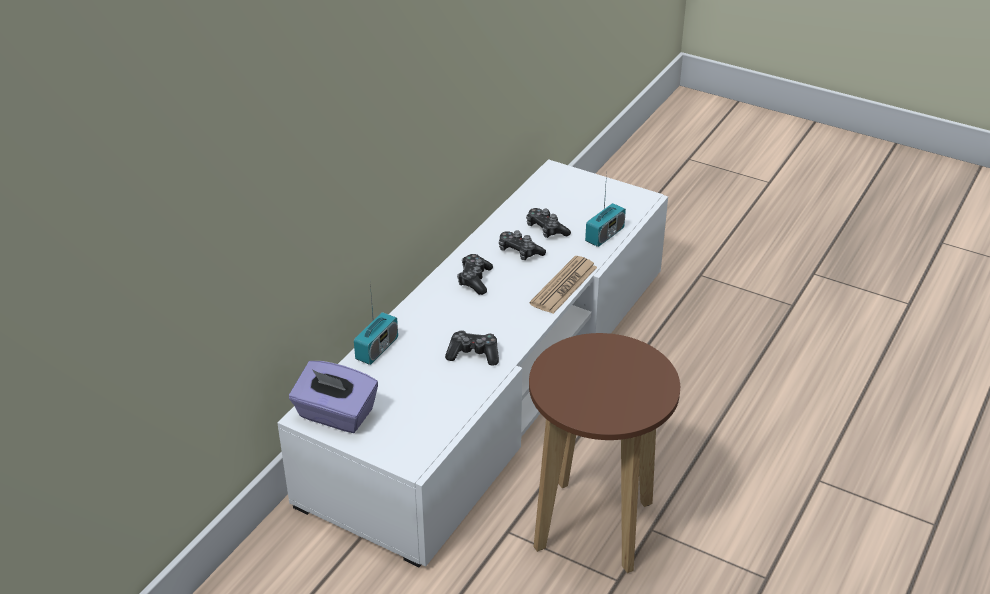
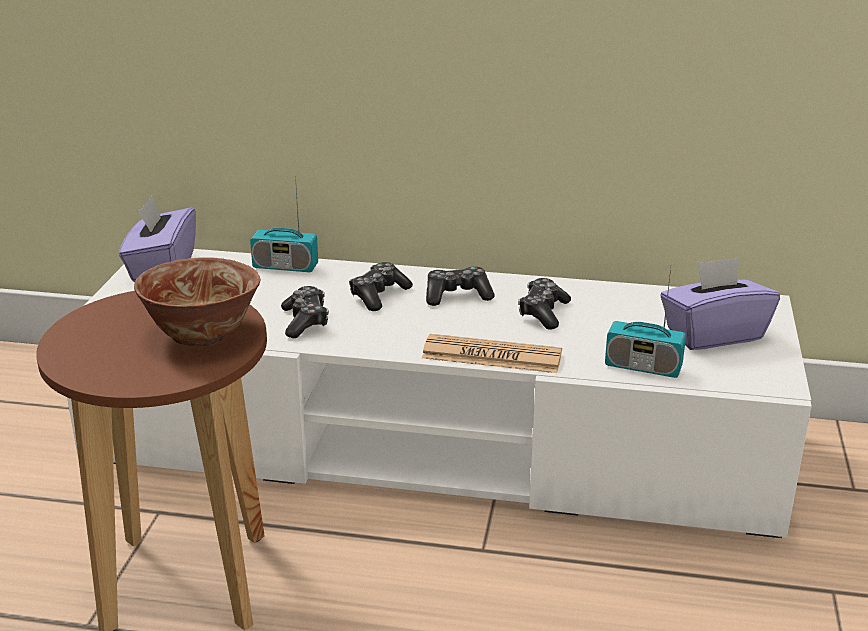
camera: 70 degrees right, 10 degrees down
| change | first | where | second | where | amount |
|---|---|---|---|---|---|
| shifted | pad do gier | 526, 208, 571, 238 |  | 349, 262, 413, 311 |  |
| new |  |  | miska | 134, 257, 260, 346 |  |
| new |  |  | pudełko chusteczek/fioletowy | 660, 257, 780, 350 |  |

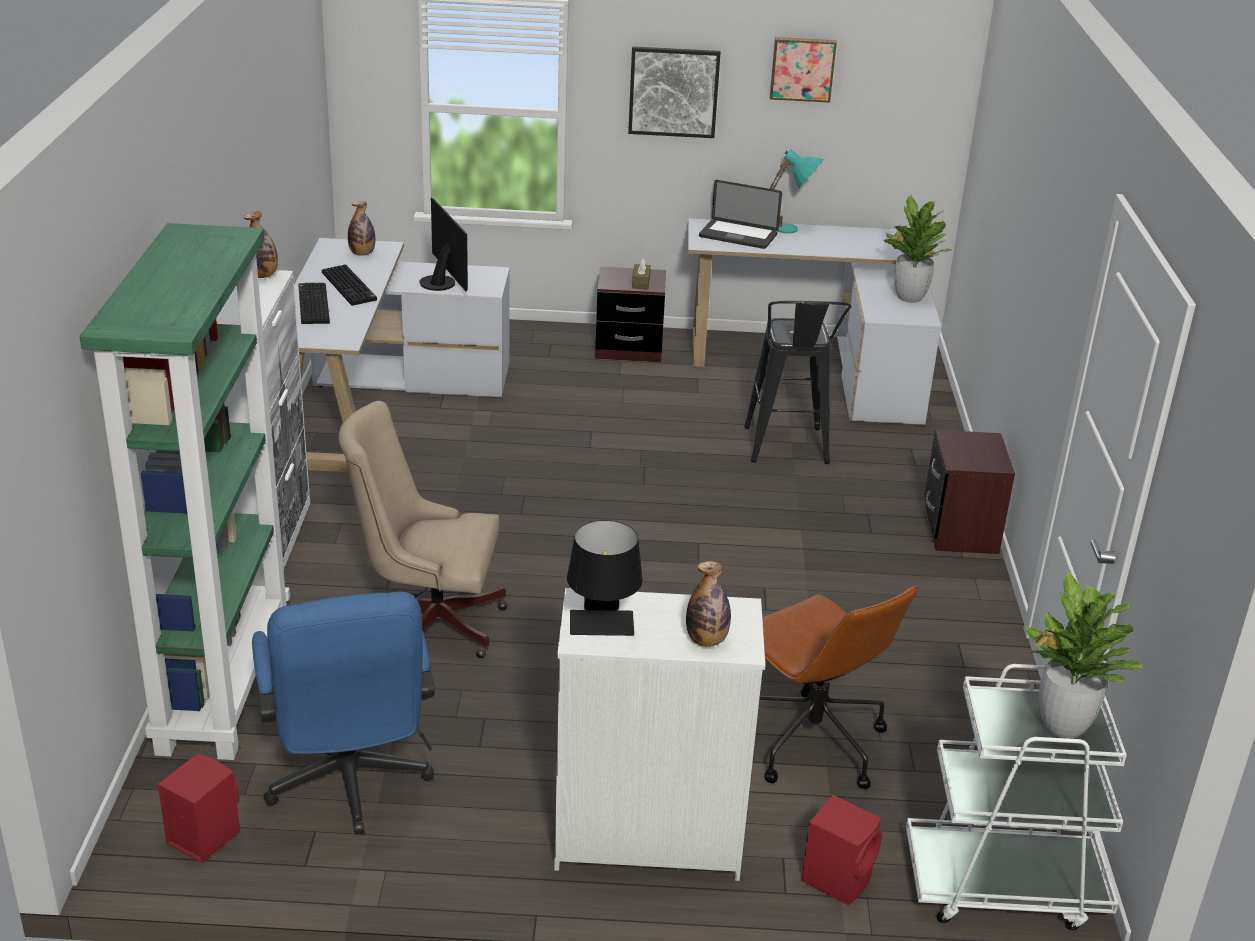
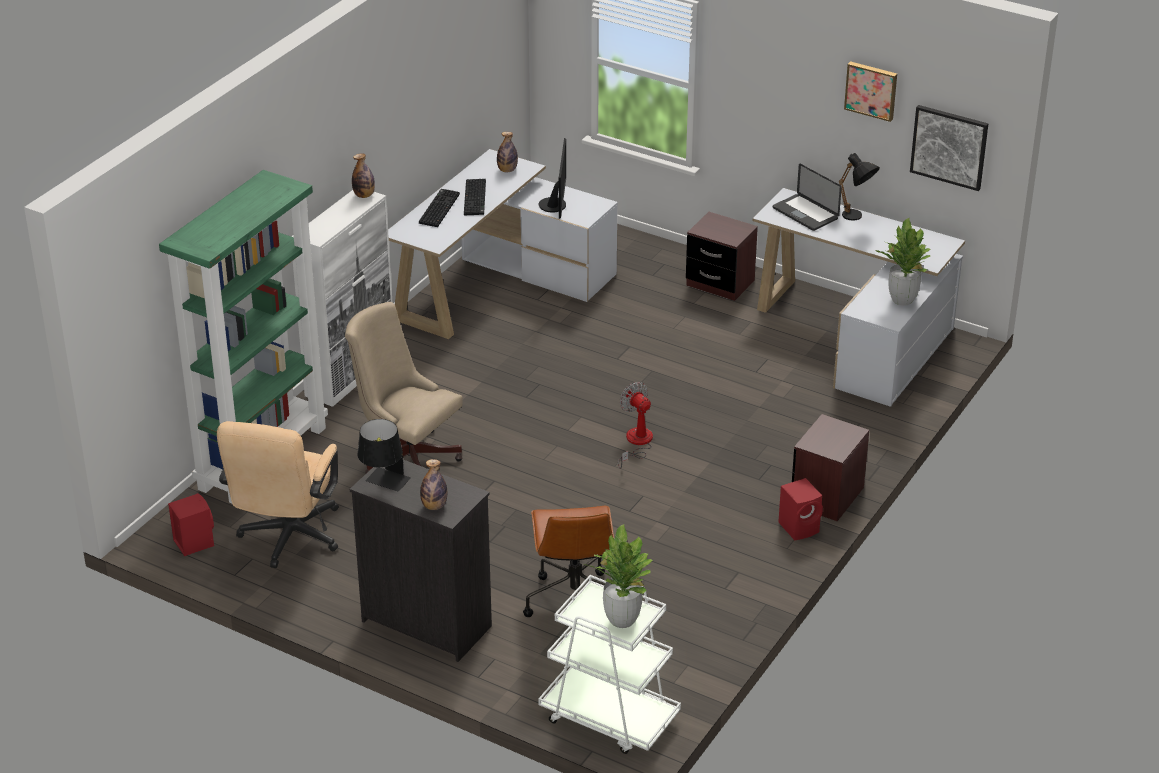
camera: 30 degrees right, 5 degrees up
| change | first | where | second | where | amount |
|---|---|---|---|---|---|
| shifted | obraz | 628, 46, 720, 138 |  | 910, 105, 988, 191 |  |
| repainted | lampa stołowa/turkusowy | 769, 149, 823, 234 | lampa stołowa/czarny | 839, 153, 880, 221 |  |
| gone | pudełko chusteczek/brązowy | 632, 258, 651, 290 |  |  |  |
| gone | stołek/czarny | 744, 301, 852, 464 |  |  |  |
| repainted | komoda/biały | 554, 588, 765, 881 | komoda/czarny | 350, 460, 492, 662 |  |
| repainted | krzesło biurowe/niebieski | 252, 592, 435, 834 | krzesło biurowe/beżowy | 217, 421, 339, 568 |  |
| shifted | głośnik/czerwony | 801, 795, 882, 905 |  | 778, 478, 823, 541 |  |
| new |  |  | wentylator | 618, 382, 653, 469 |  |

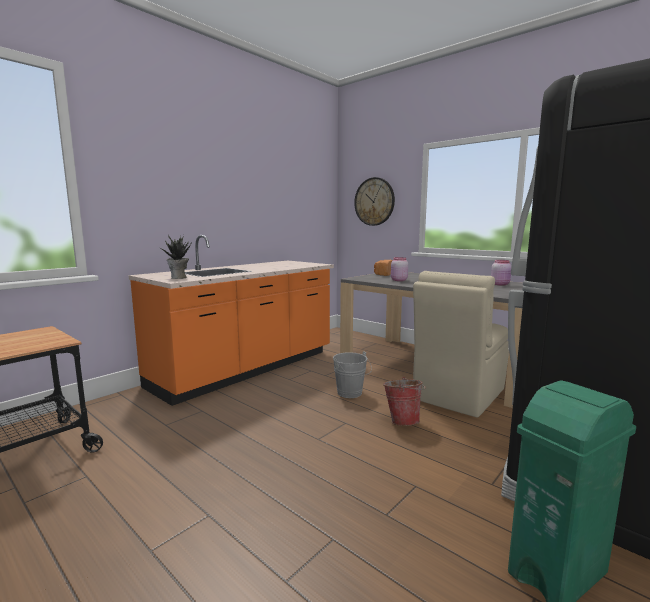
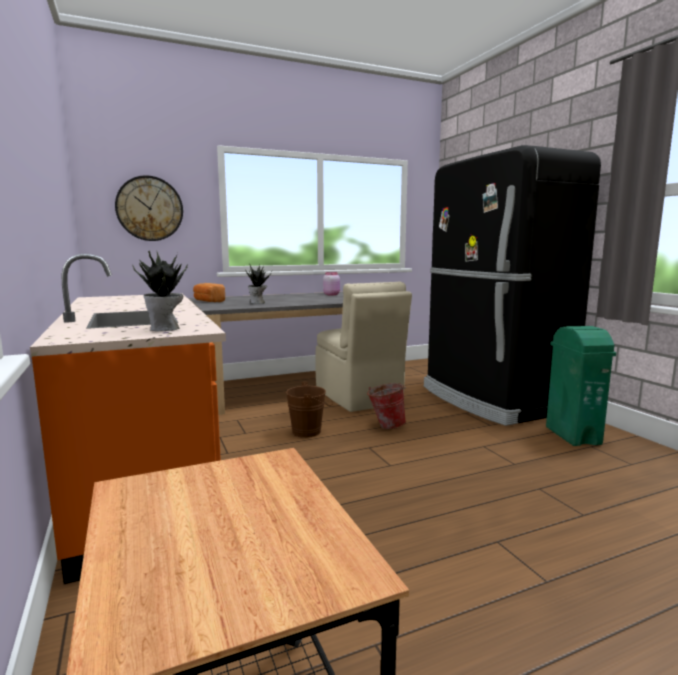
camera: 65 degrees left, 0 degrees up
| change | first | where | second | where | amount |
|---|---|---|---|---|---|
| swapped | słoik/różowy | 391, 257, 408, 281 | roślina doniczkowa | 245, 264, 272, 304 |  |
| repainted | wiadro/szary | 333, 351, 372, 398 | wiadro/brązowy | 286, 382, 333, 438 |  |

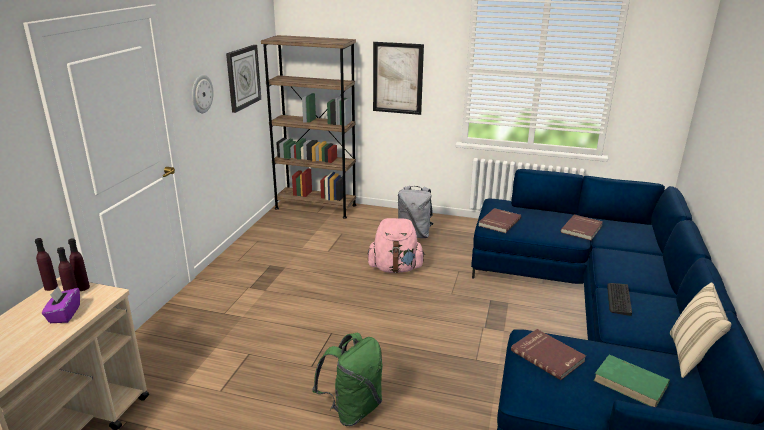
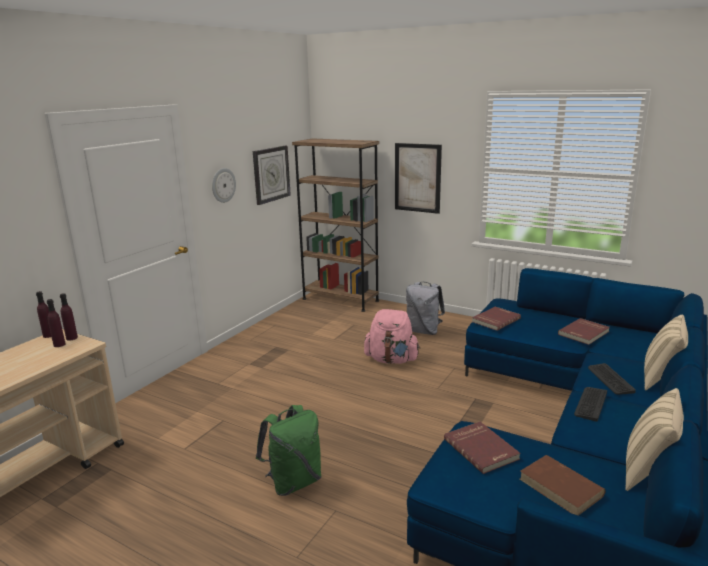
camera: 15 degrees right, 5 degrees down
| change | first | where | second | where | amount |
|---|---|---|---|---|---|
| gone | pudełko chusteczek/fioletowy | 42, 286, 80, 323 |  |  |  |
| repainted | książka/zielony | 593, 355, 670, 407 | książka/brązowy | 519, 455, 606, 516 |  |
| new |  |  | poduszka/beżowy | 644, 315, 688, 391 |  |
| new |  |  | klawiatura | 588, 363, 636, 395 |  |

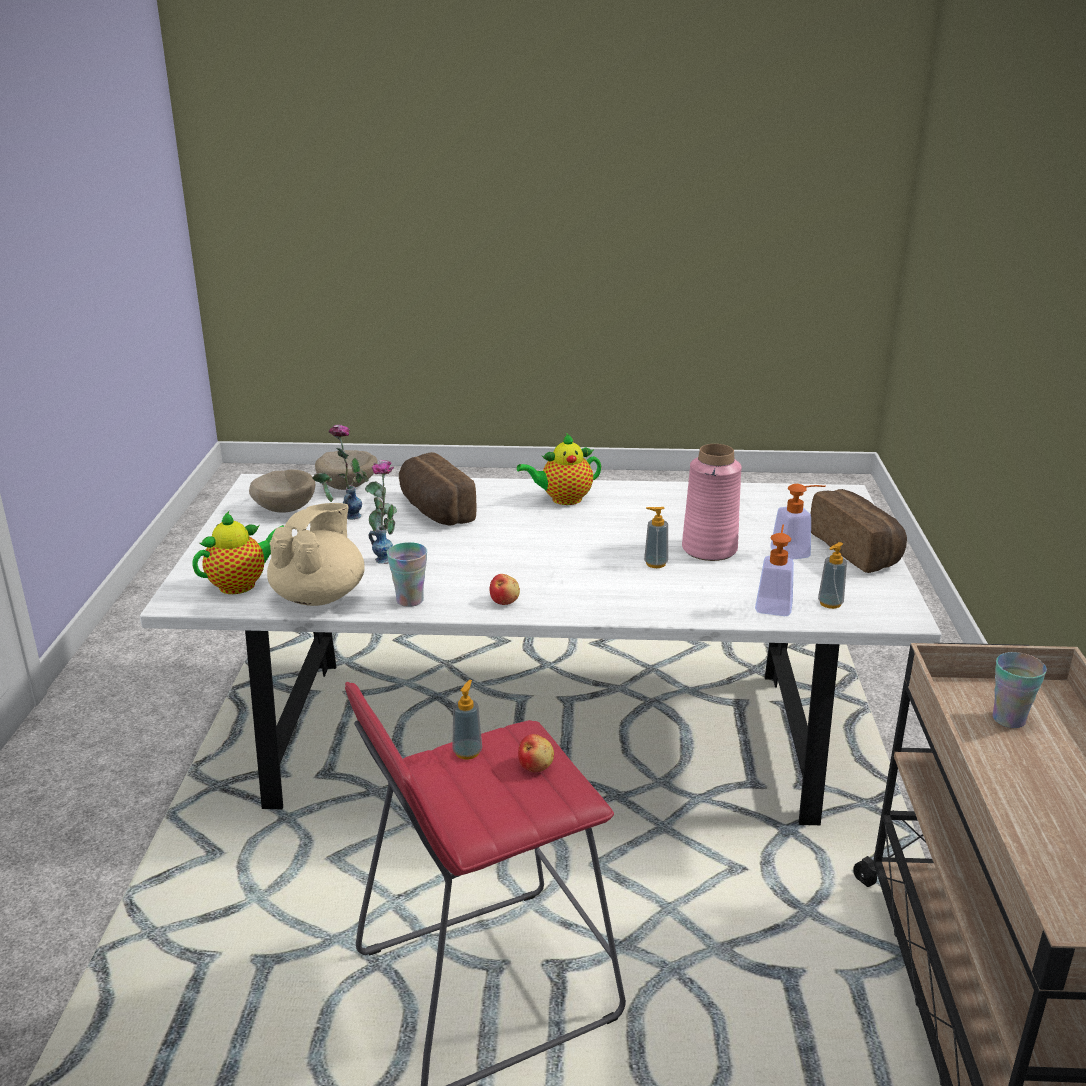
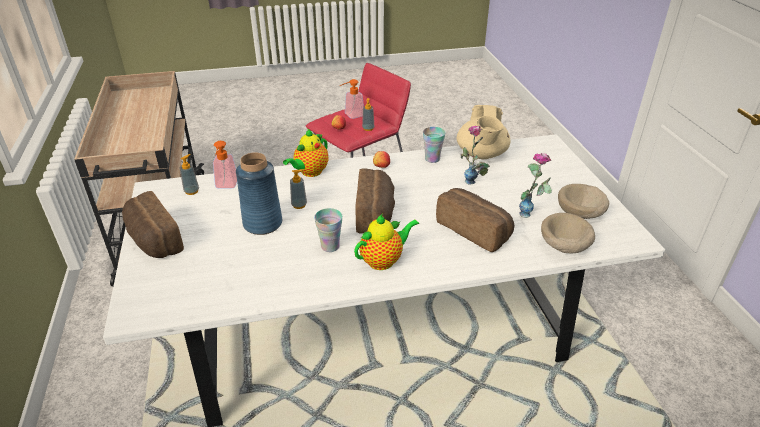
camera: 165 degrees right, 10 degrees up
| change | first | where | second | where | amount |
|---|---|---|---|---|---|
| repainted | wazon/różowy | 682, 444, 742, 561 | wazon/niebieski | 236, 153, 282, 235 |  |
| shifted | dozownik mydła | 770, 484, 826, 560 |  | 340, 79, 364, 119 |  |
| shifted | imbryk | 192, 511, 284, 594 |  | 283, 129, 329, 177 |  |
| shifted | filiżanka | 992, 652, 1047, 728 |  | 314, 208, 342, 252 |  |
| new |  |  | chleb | 355, 169, 395, 233 |  |

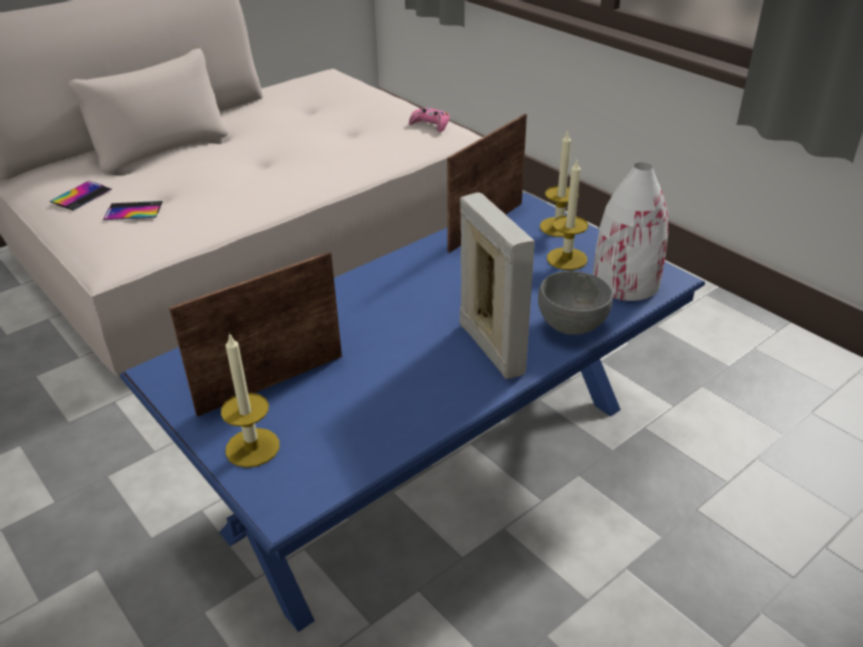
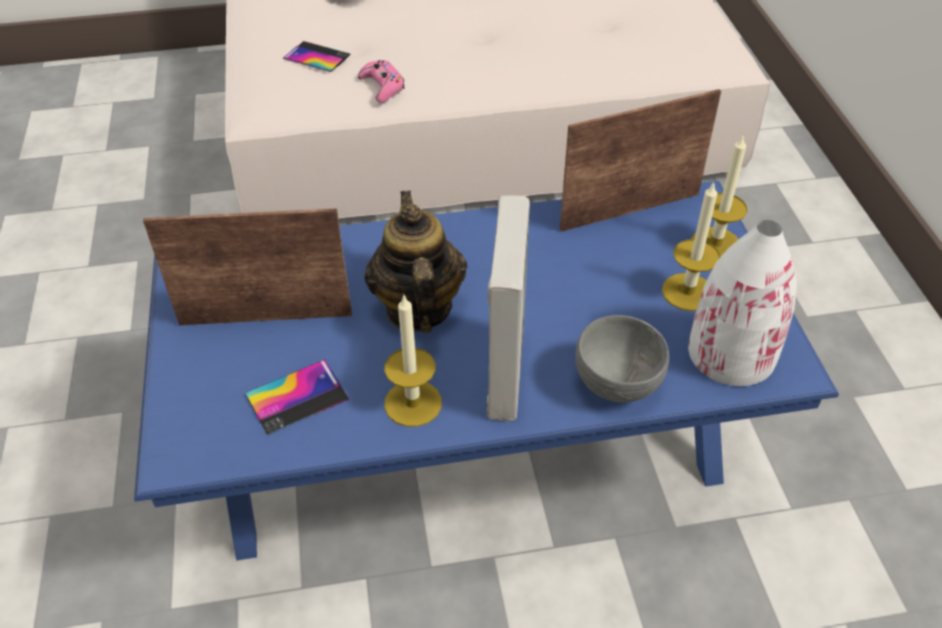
camera: 30 degrees right, 10 degrees up
| change | first | where | second | where | amount |
|---|---|---|---|---|---|
| shifted | pad do gier/różowy | 409, 107, 449, 132 |  | 358, 60, 405, 103 |  |
| shifted | telefon | 50, 181, 112, 210 |  | 246, 359, 349, 436 |  |
| shifted | świeca | 221, 332, 279, 468 |  | 384, 294, 442, 427 |  |
| new |  |  | imbryk | 365, 190, 467, 333 |  |

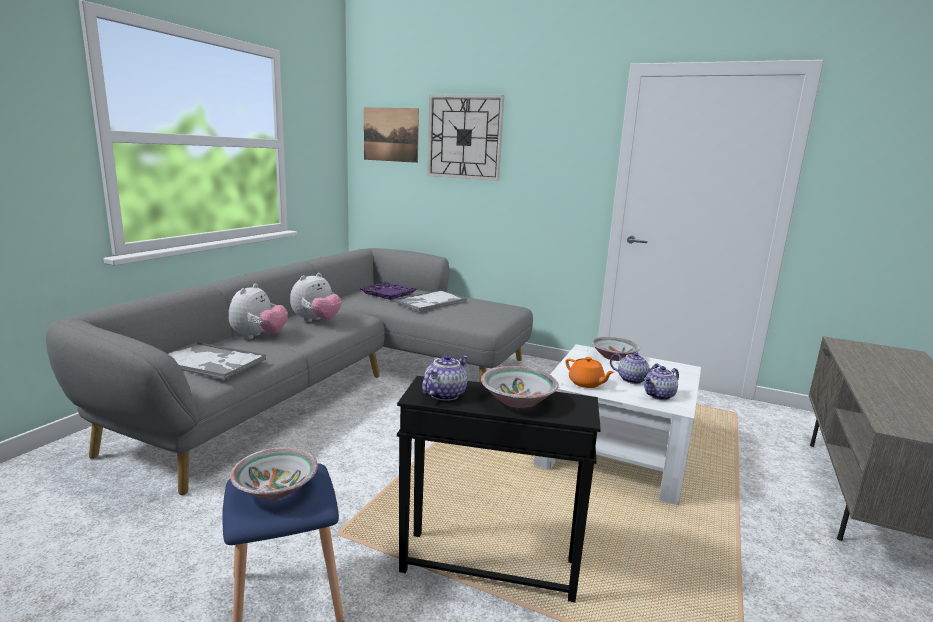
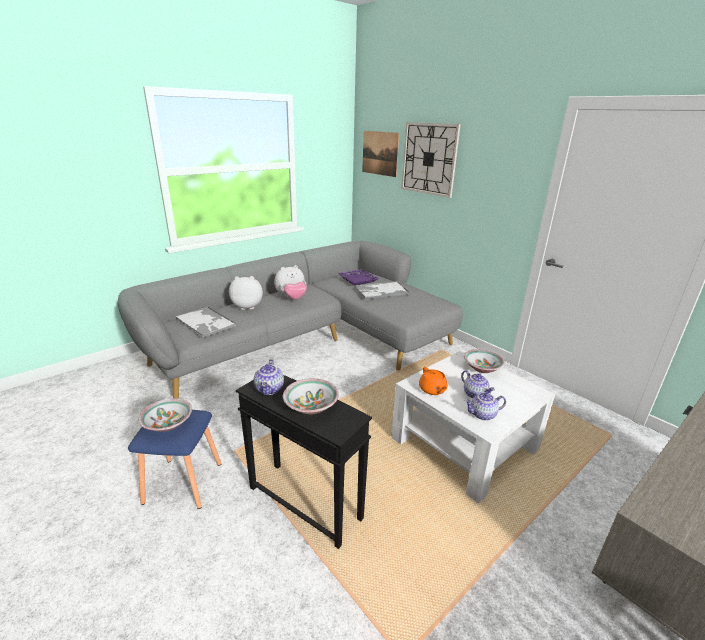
camera: 25 degrees right, 10 degrees up
| change | first | where | second | where | amount |
|---|---|---|---|---|---|
| rotated | pluszak | 229, 284, 288, 339 |  | 229, 276, 263, 310 | 135 degrees counterclockwise |
| rotated | imbryk | 422, 355, 468, 401 |  | 254, 359, 284, 396 | 120 degrees clockwise |

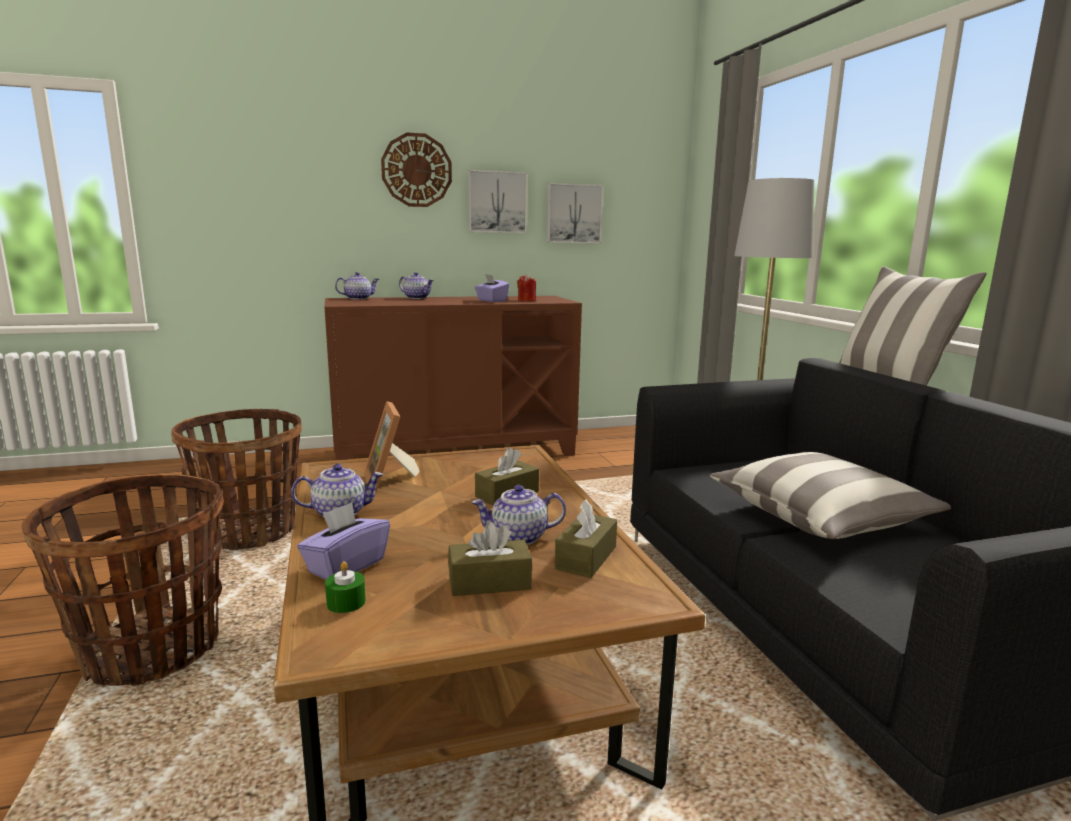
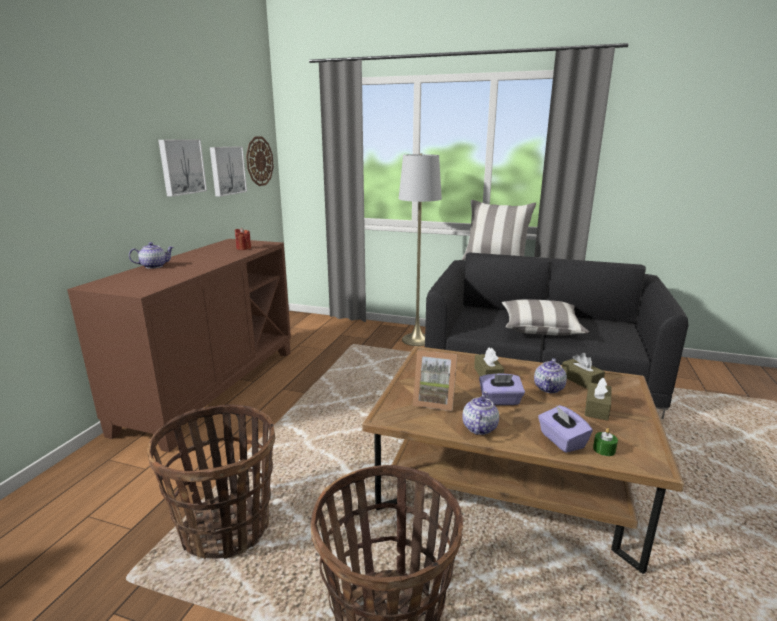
camera: 55 degrees left, 5 degrees up
| change | first | where | second | where | amount |
|---|---|---|---|---|---|
| shifted | zegar ścienny | 381, 132, 452, 207 |  | 246, 137, 274, 186 |  |
| gone | imbryk | 335, 272, 379, 300 |  |  |  |
| shifted | pudełko chusteczek/fioletowy | 475, 274, 510, 302 |  | 479, 373, 525, 405 |  |

